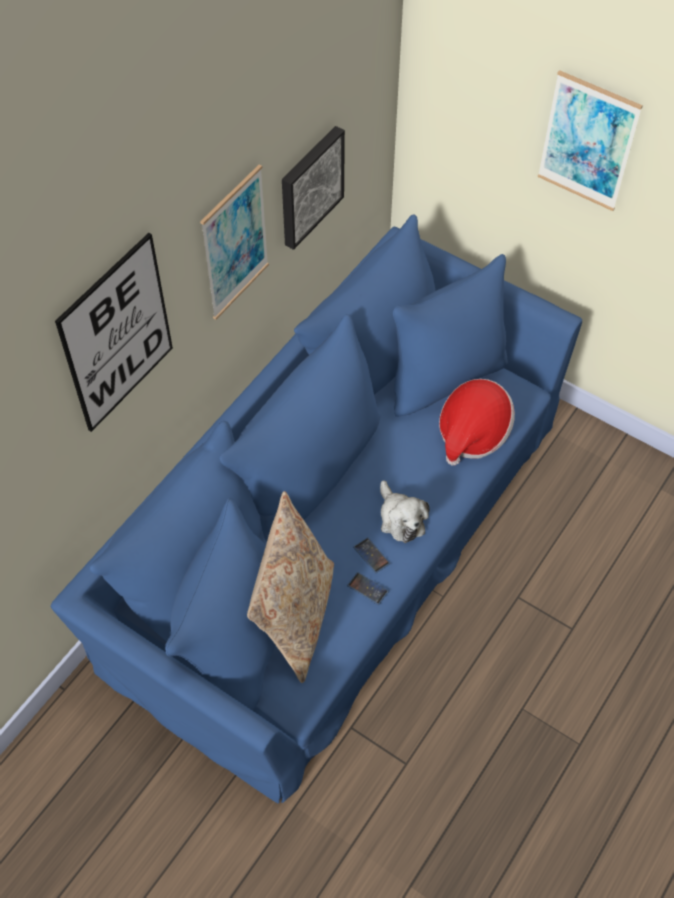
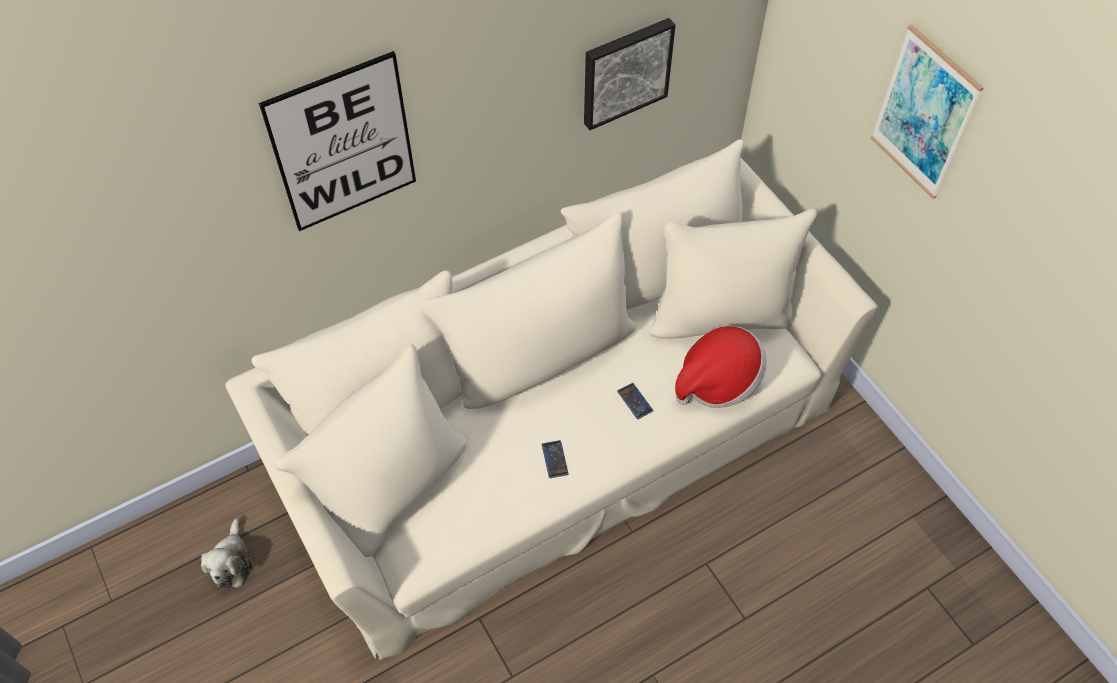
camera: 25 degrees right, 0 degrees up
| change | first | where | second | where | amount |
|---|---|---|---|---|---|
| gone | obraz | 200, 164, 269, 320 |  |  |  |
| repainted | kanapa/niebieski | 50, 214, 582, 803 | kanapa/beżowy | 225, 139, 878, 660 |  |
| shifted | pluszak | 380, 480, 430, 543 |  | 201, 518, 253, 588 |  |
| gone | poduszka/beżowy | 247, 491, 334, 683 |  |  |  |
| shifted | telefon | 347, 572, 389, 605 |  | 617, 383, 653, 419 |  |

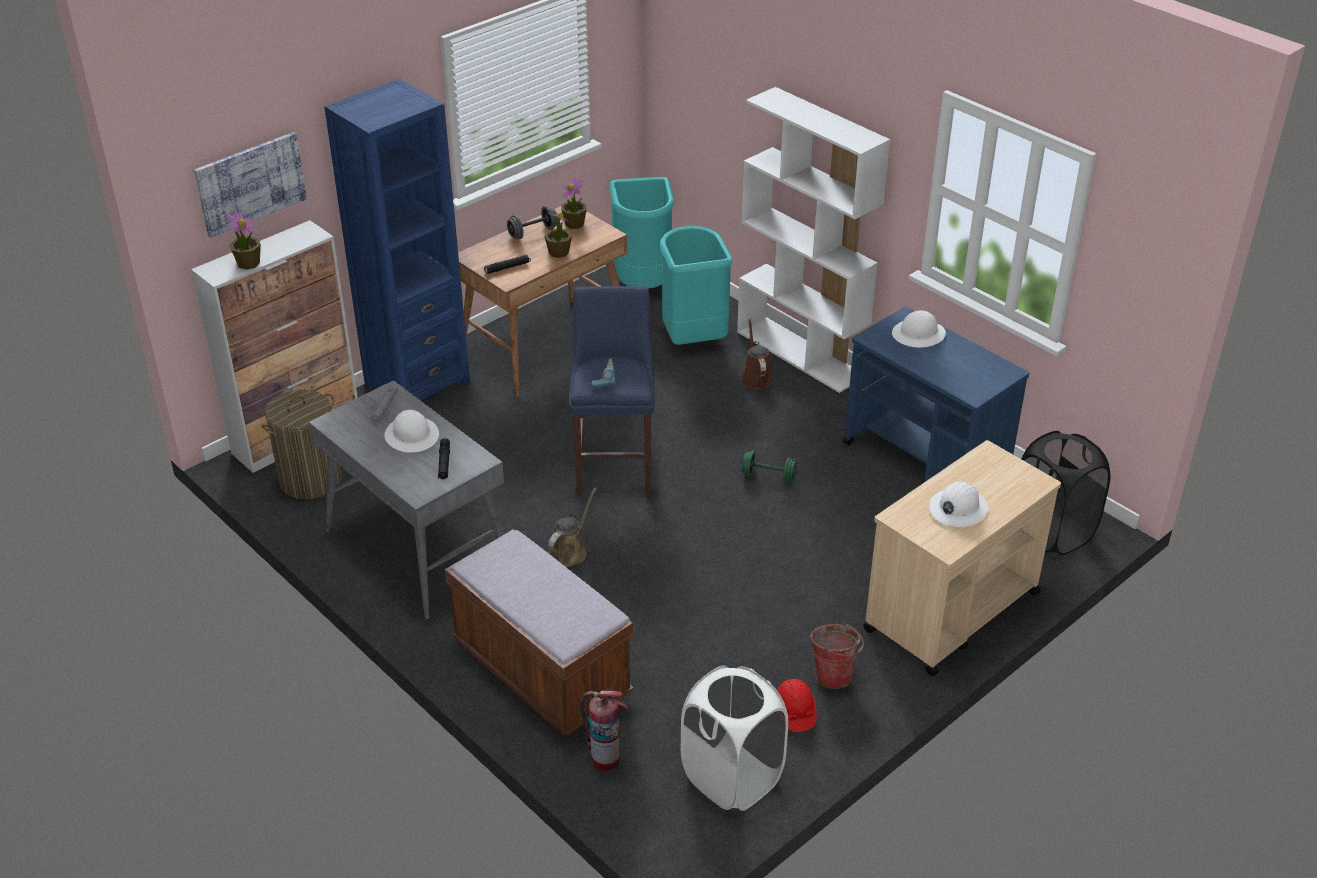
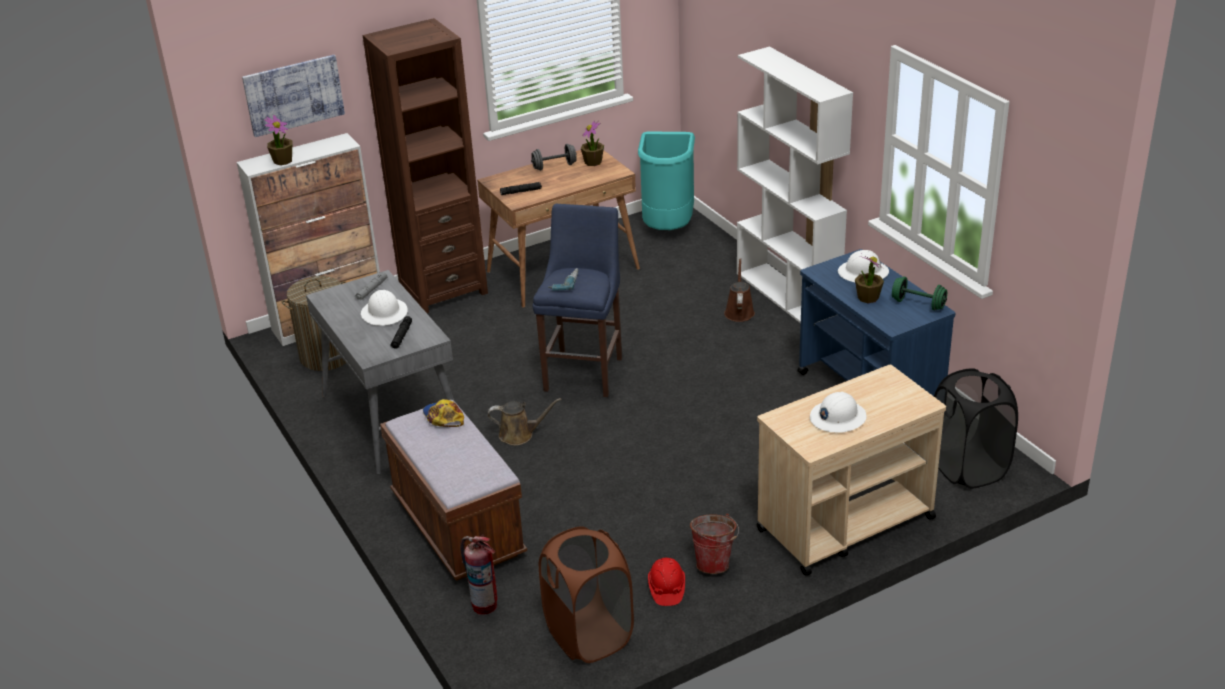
camera: 15 degrees right, 5 degrees down
| change | first | where | second | where | amount |
|---|---|---|---|---|---|
| repainted | regał/niebieski | 324, 79, 470, 400 | regał/brązowy | 363, 18, 488, 313 |  |
| shifted | roślina doniczkowa | 544, 211, 572, 258 |  | 855, 253, 884, 303 |  |
| gone | kosz na śmieci/turkusowy | 660, 226, 733, 345 |  |  |  |
| shifted | hantel/zielony | 741, 451, 797, 483 |  | 892, 277, 947, 311 |  |
| rotated | konewka/brązowy | 548, 488, 597, 567 |  | 488, 398, 561, 445 | 45 degrees clockwise |
| repainted | kosz na pranie/biały | 681, 665, 788, 811 | kosz na pranie/brązowy | 539, 526, 634, 663 |  |
| new |  |  | czapka z daszkiem | 423, 399, 464, 427 |  |

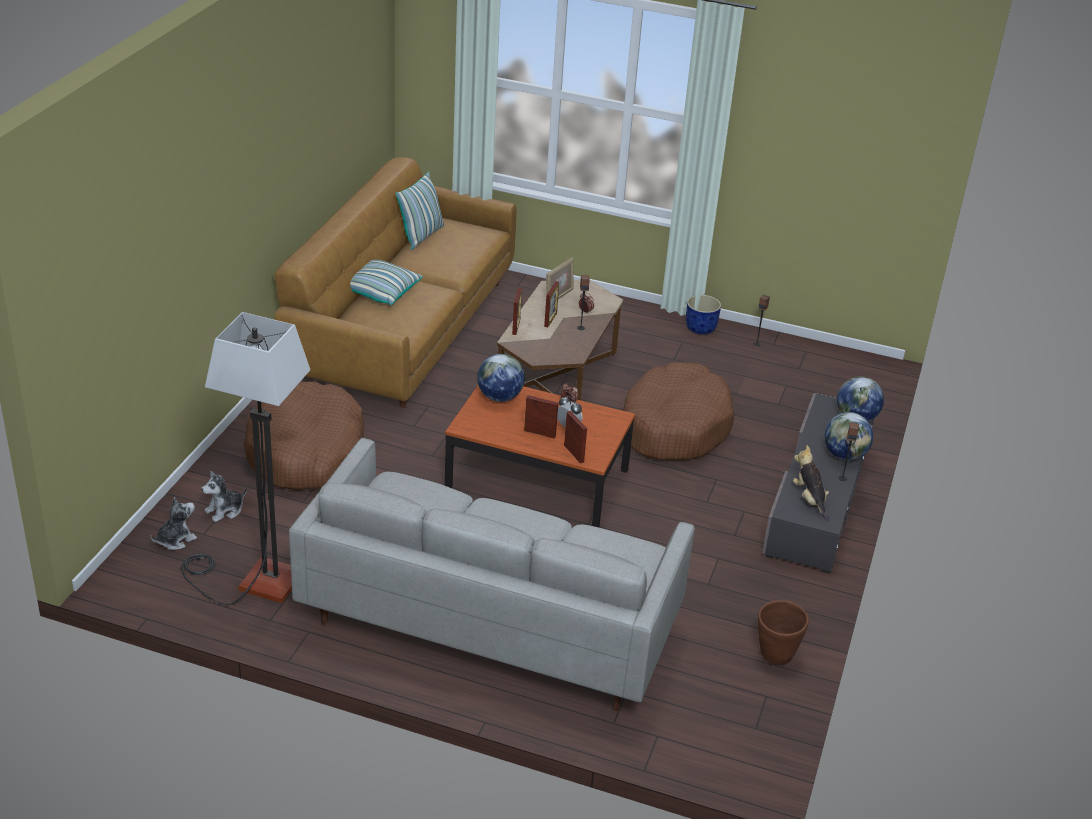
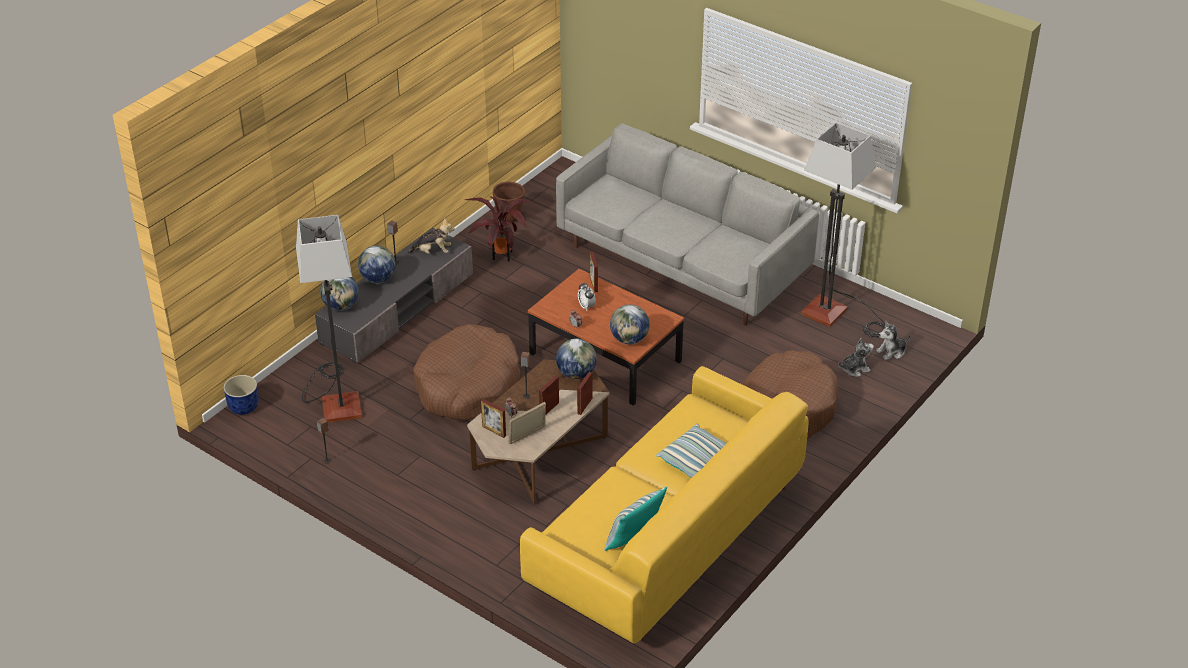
camera: 160 degrees left, 5 degrees up
| change | first | where | second | where | amount |
|---|---|---|---|---|---|
| repainted | kanapa/brązowy | 274, 157, 516, 408 | kanapa/żółty | 520, 366, 808, 643 |  |
| shifted | donica/niebieski | 686, 295, 721, 335 |  | 223, 375, 259, 415 |  |
| shifted | ramka na zdjęcie | 524, 395, 558, 439 |  | 481, 399, 506, 438 |  |
| rotated | pluszak | 793, 445, 829, 521 |  | 407, 218, 455, 254 | 90 degrees counterclockwise |
| new |  |  | roślina doniczkowa | 465, 196, 531, 262 |  |
| new |  |  | lampa stojąca | 296, 215, 362, 423 |  |
| new |  |  | globus | 556, 338, 597, 379 |  |

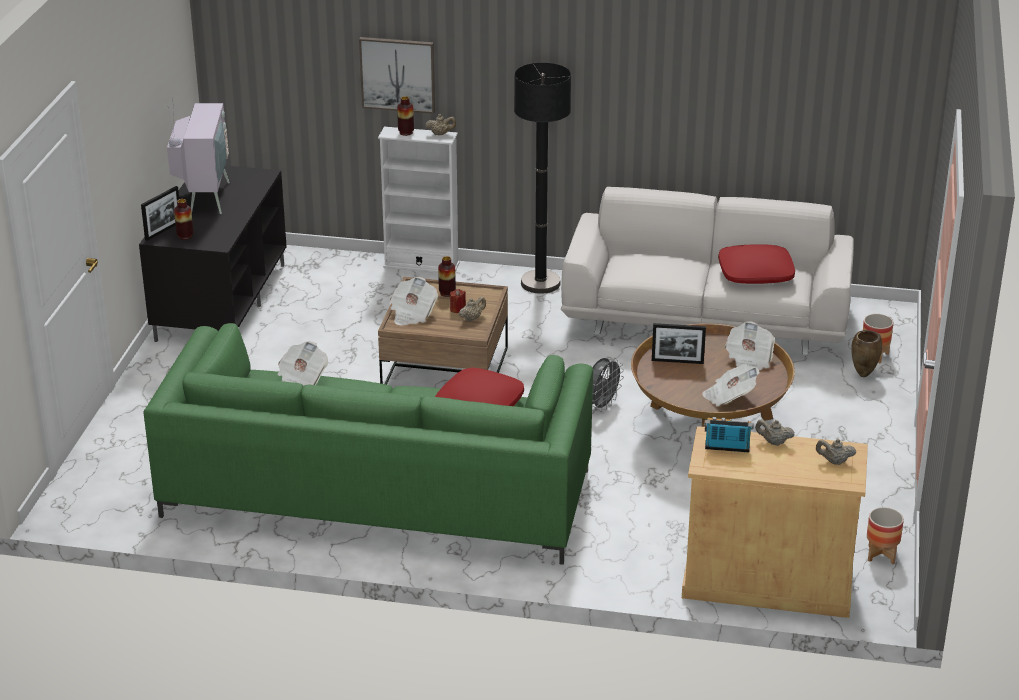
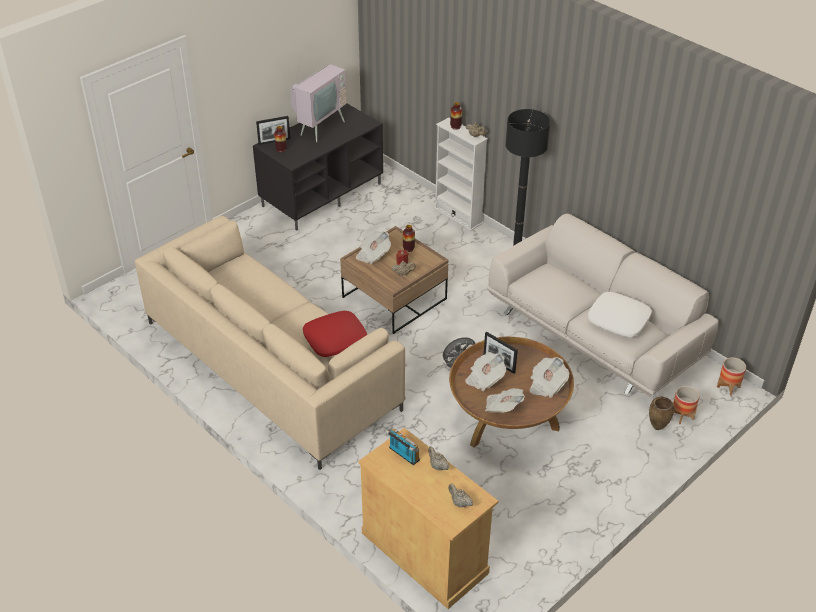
camera: 35 degrees right, 10 degrees up
| change | first | where | second | where | amount |
|---|---|---|---|---|---|
| gone | obraz | 359, 37, 435, 114 |  |  |  |
| repainted | poduszka/czerwony | 718, 244, 795, 284 | poduszka/biały | 588, 292, 652, 337 |  |
| repainted | kanapa/zielony | 143, 323, 593, 565 | kanapa/beżowy | 135, 216, 406, 470 |  |
| shifted | gazeta | 277, 341, 328, 386 |  | 465, 352, 506, 391 |  |
| shifted | donica | 867, 507, 904, 564 |  | 717, 357, 746, 395 |  |

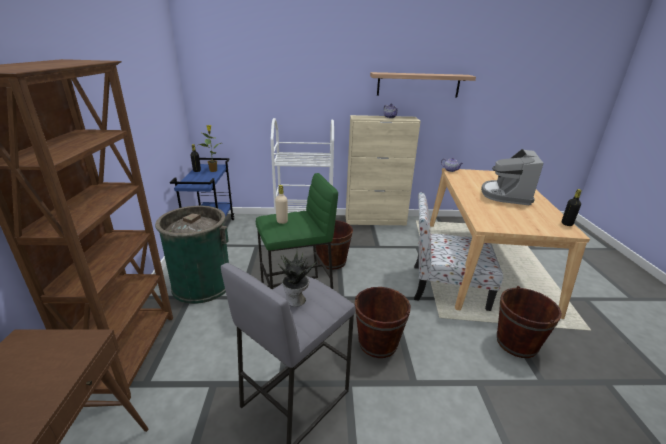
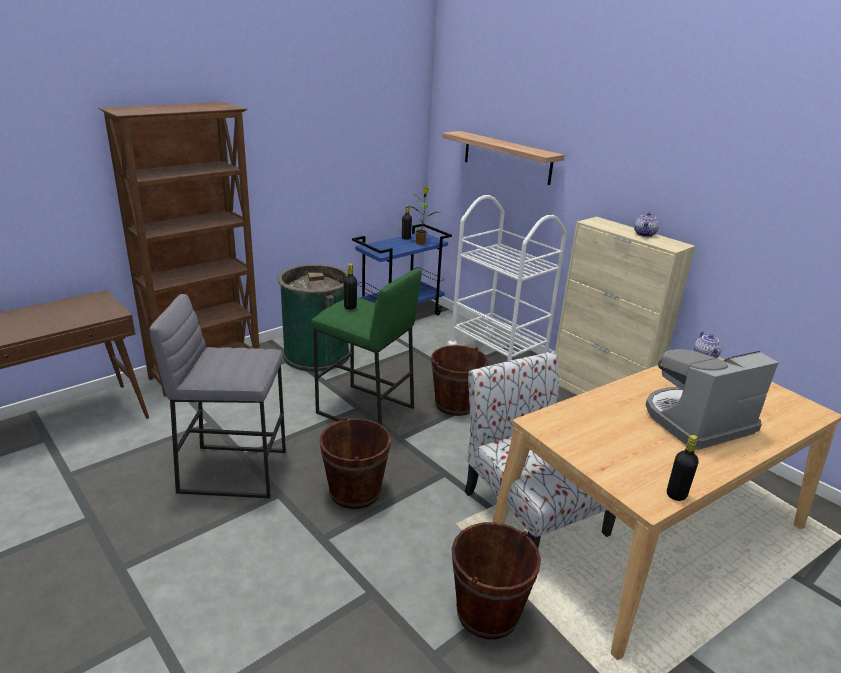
camera: 50 degrees right, 0 degrees up
| change | first | where | second | where | amount |
|---|---|---|---|---|---|
| shifted | półka | 370, 72, 476, 98 |  | 442, 131, 564, 185 |  |
| repainted | butelka/beżowy | 275, 185, 288, 224 | butelka/czarny | 343, 263, 357, 310 |  |
| gone | roślina doniczkowa | 278, 249, 317, 307 |  |  |  |

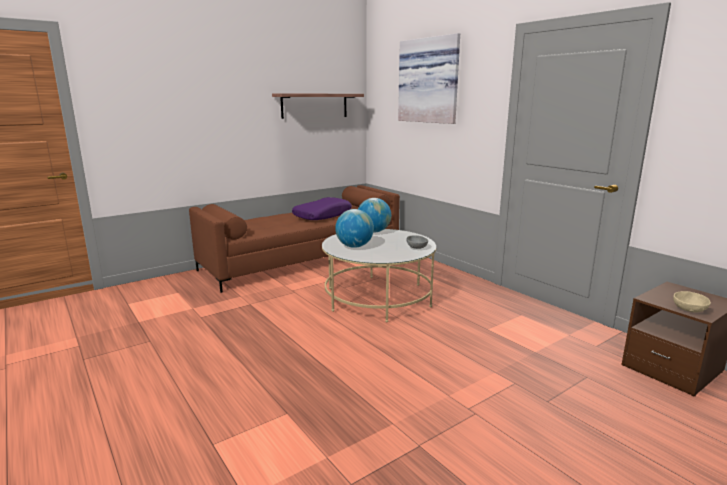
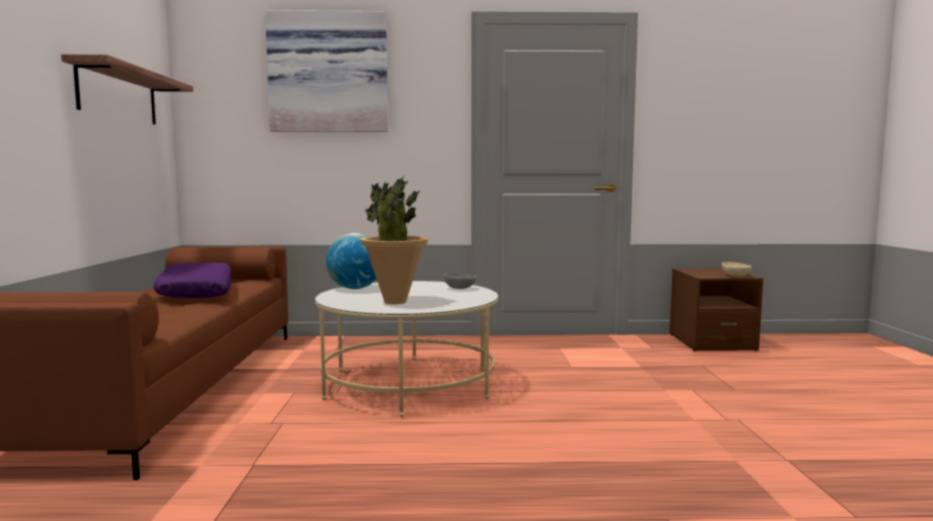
camera: 55 degrees left, 10 degrees down
| change | first | where | second | where | amount |
|---|---|---|---|---|---|
| swapped | globus | 335, 209, 374, 248 | roślina doniczkowa | 360, 175, 429, 305 |  |

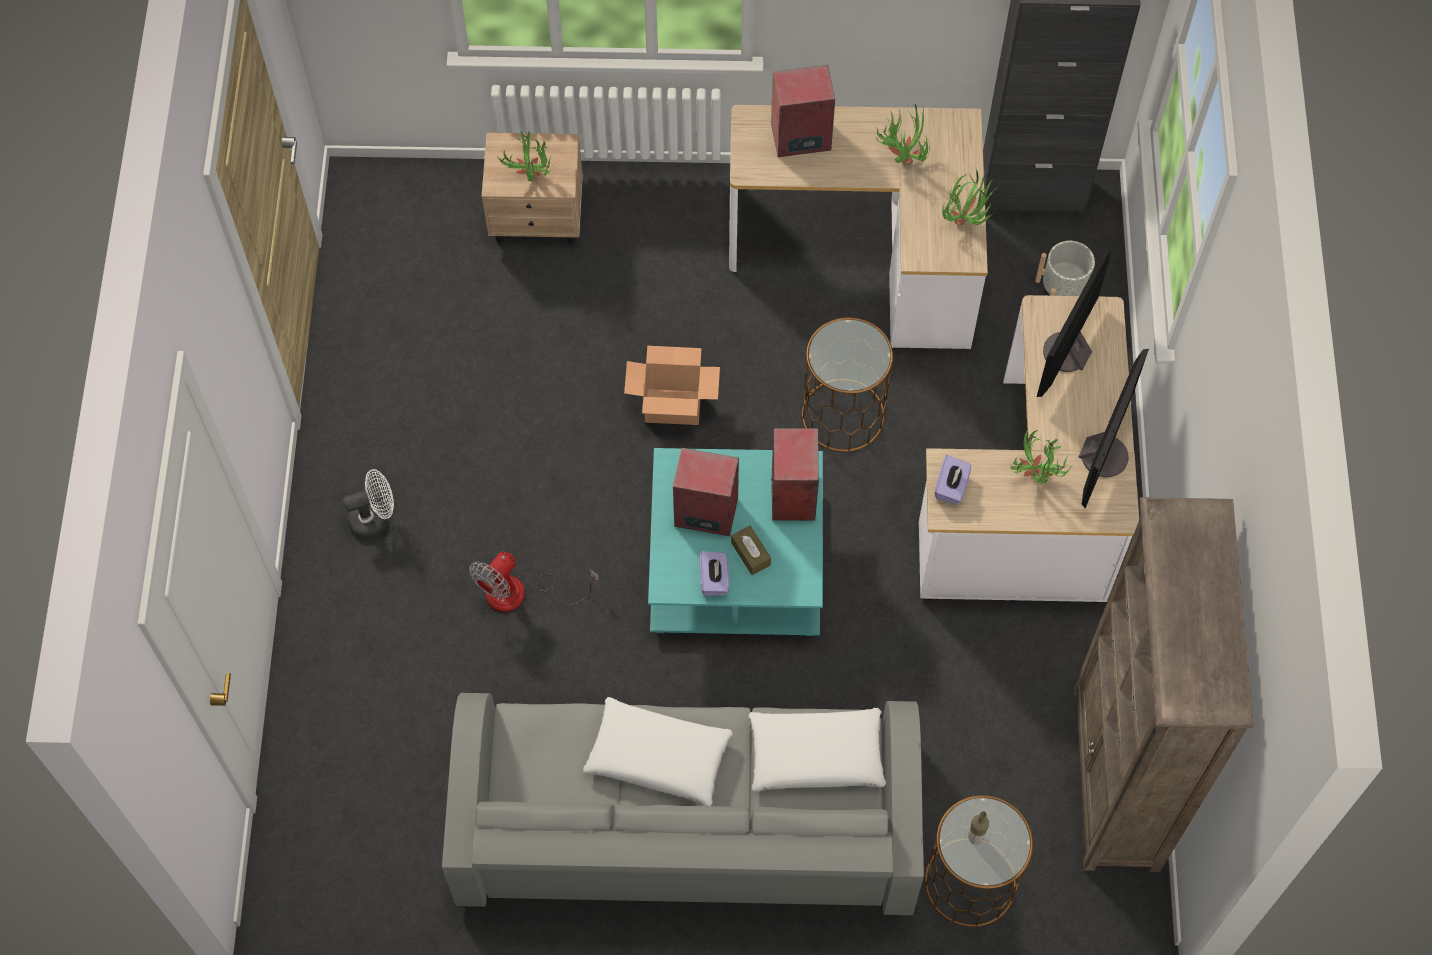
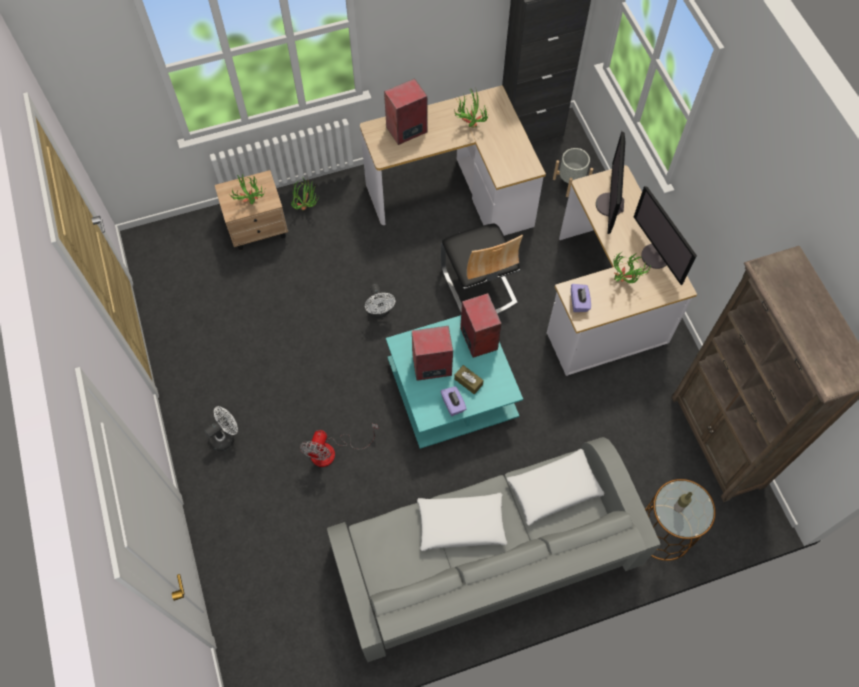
camera: 20 degrees left, 0 degrees up
| change | first | where | second | where | amount |
|---|---|---|---|---|---|
| shifted | roślina doniczkowa | 942, 169, 995, 226 |  | 291, 178, 320, 211 |  |
| swapped | stolik/brązowy | 802, 317, 893, 452 | krzesło | 441, 223, 523, 314 |  |
| swapped | karton | 624, 346, 720, 425 | wentylator/biały | 365, 284, 395, 318 |  |
| rotated | monitor | 1079, 349, 1149, 508 |  | 634, 186, 697, 286 | 150 degrees clockwise |

